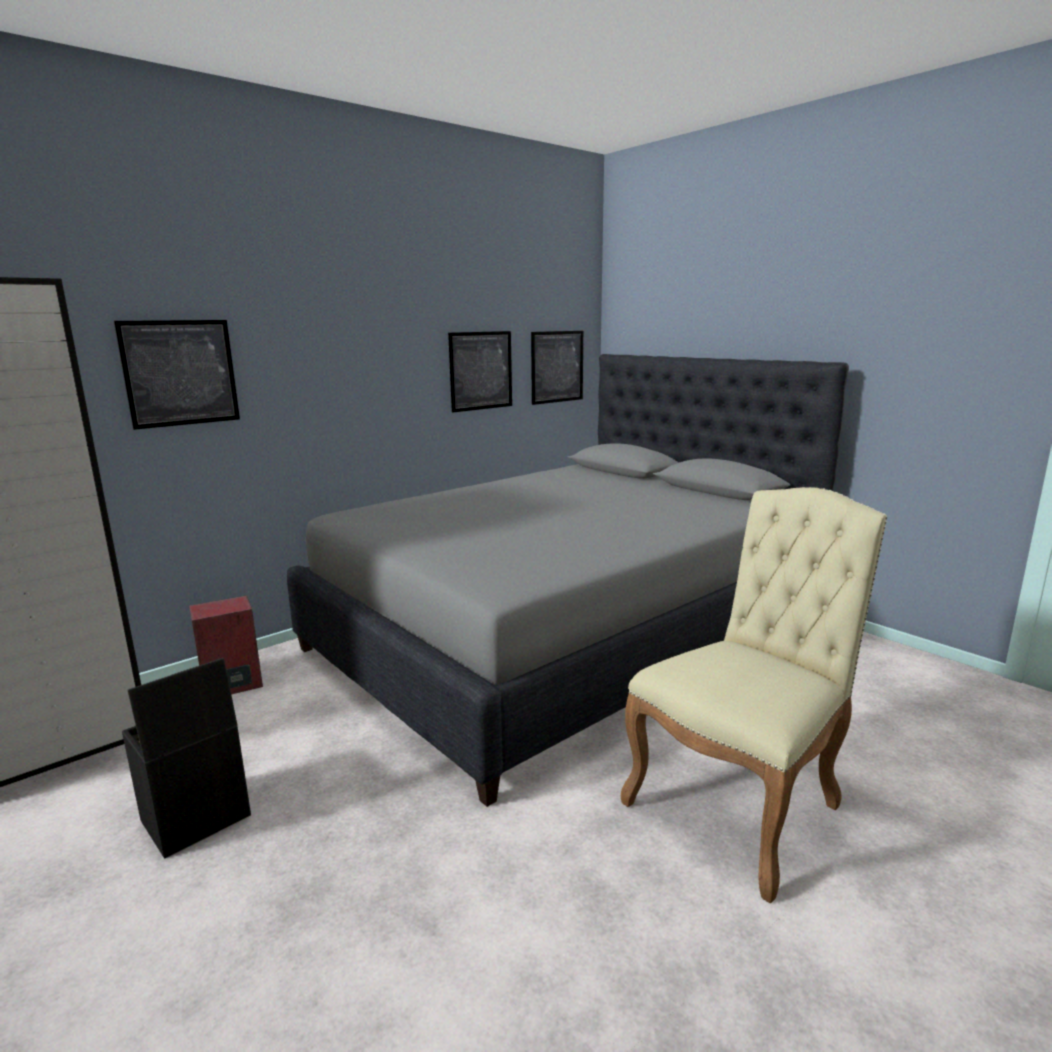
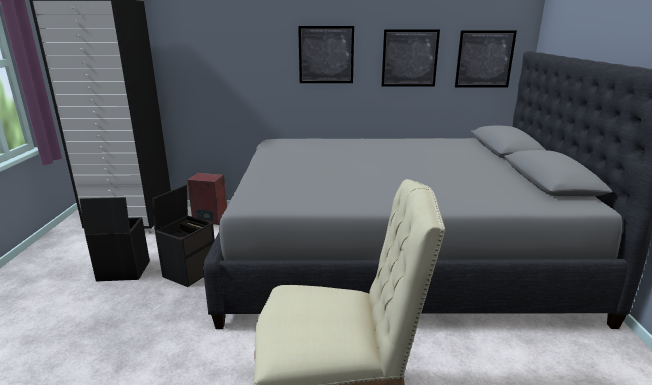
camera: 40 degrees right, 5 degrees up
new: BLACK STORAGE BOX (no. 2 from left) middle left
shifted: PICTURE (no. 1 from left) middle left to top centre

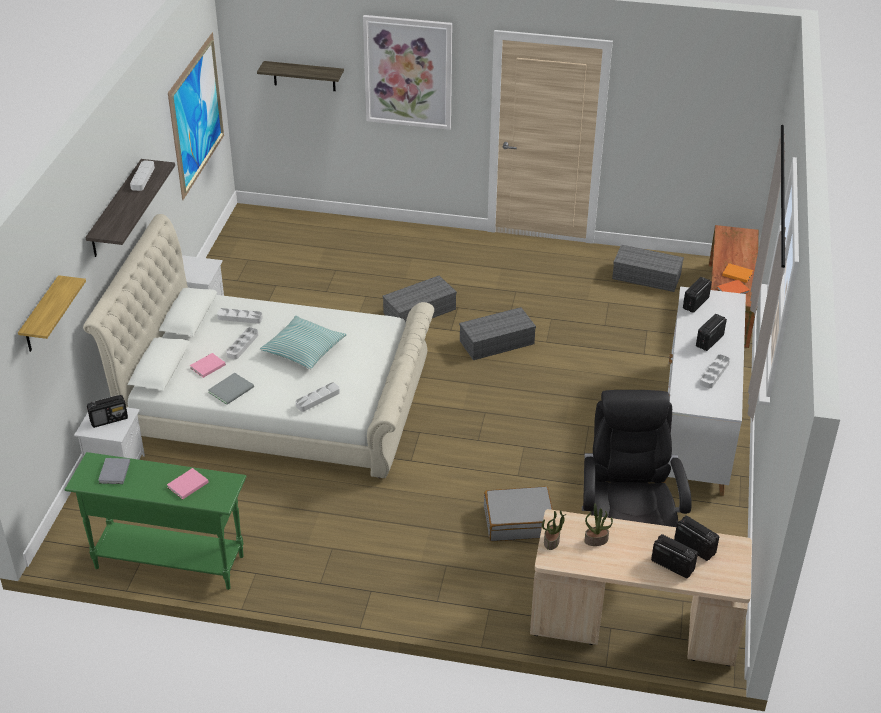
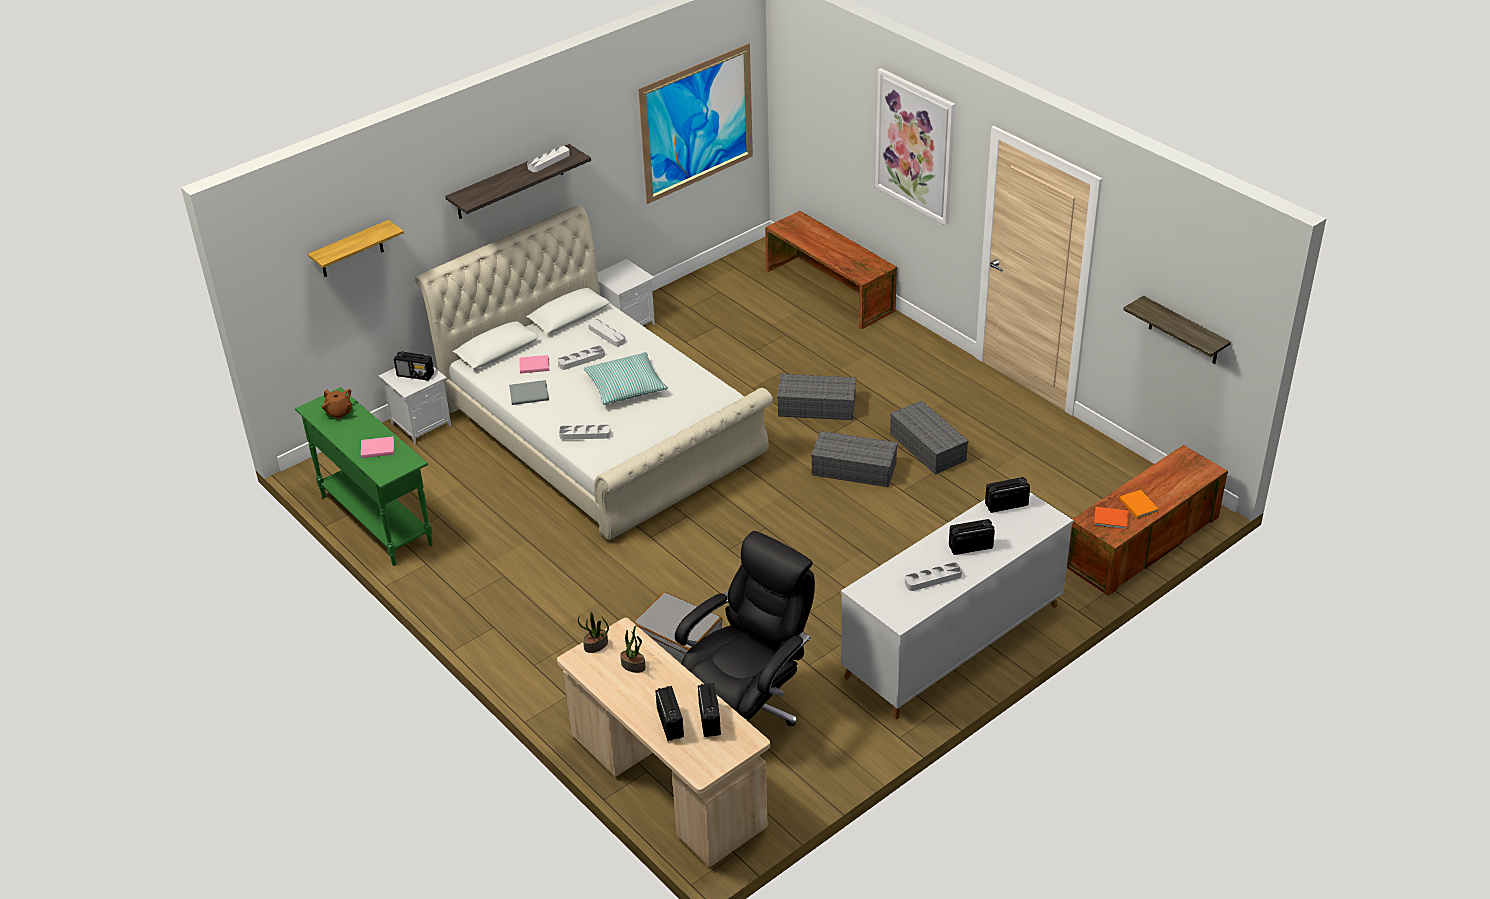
camera: 40 degrees right, 0 degrees up
new: BROWN BENCH (no. 1 from left) top centre
shifted: SHELF (no. 3 from left) top centre to middle right; GREY STORAGE BOX (no. 3 from left) middle right to centre
swapped: GREY BOOK (no. 1 from left) middle left to BROWN TEAPOT middle left

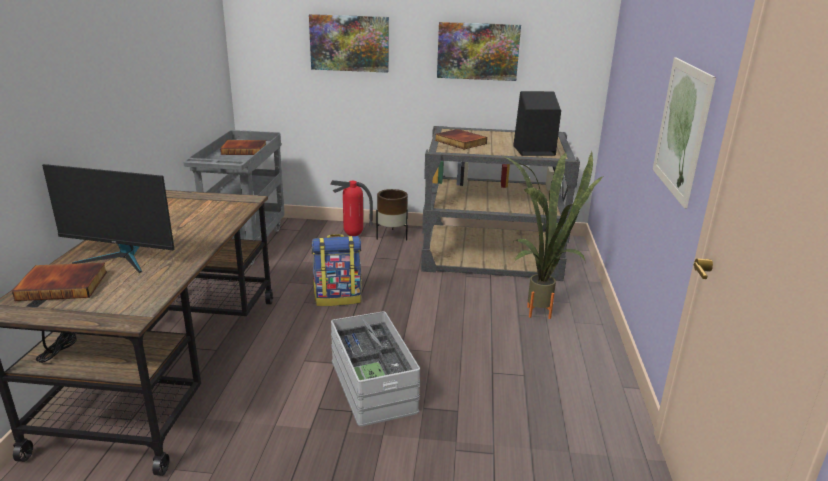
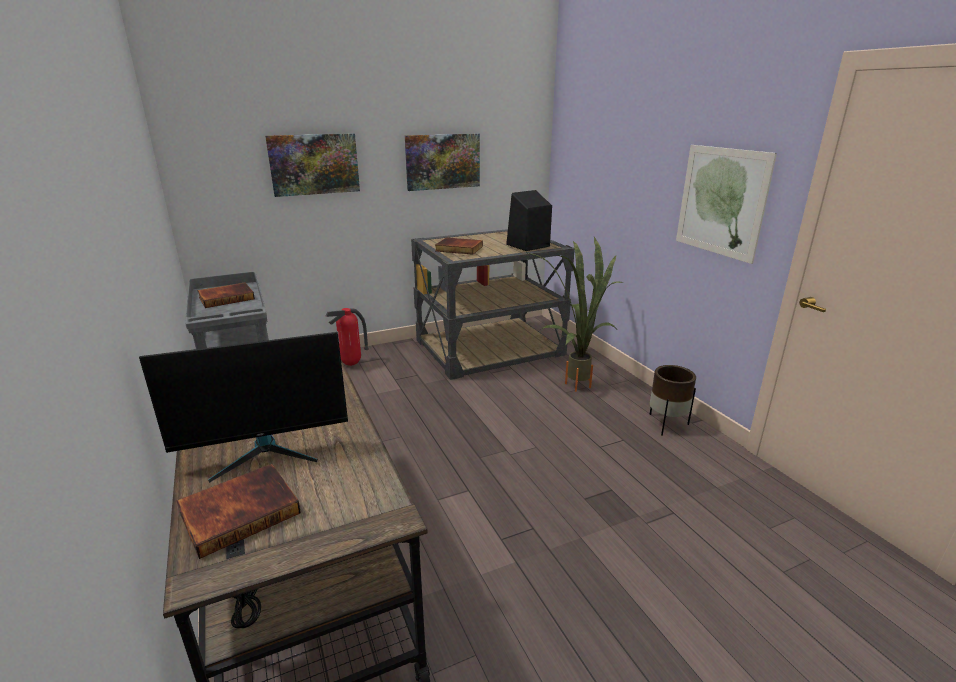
camera: 30 degrees left, 0 degrees up
gone: BACKPACK centre; GREY STORAGE BOX bottom centre
shifted: BROWN PLANTER centre to middle right

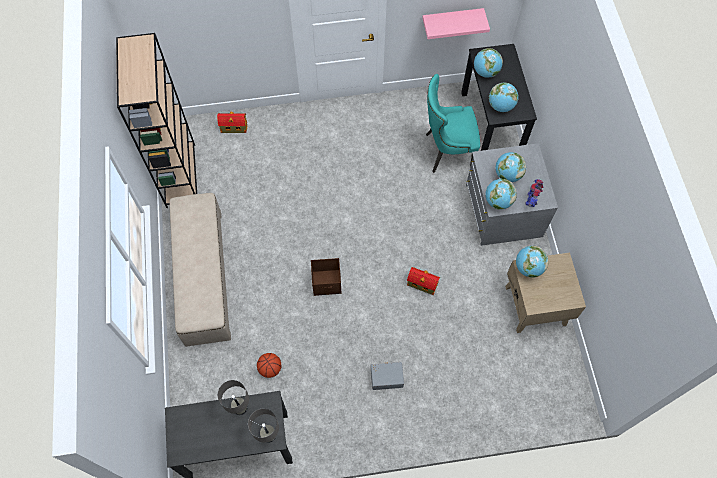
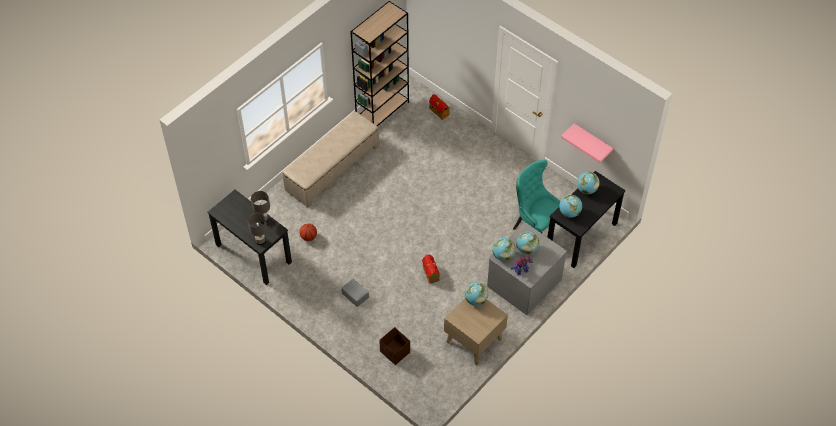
camera: 50 degrees right, 10 degrees down
shifted: BROWN STORAGE BOX centre to bottom centre

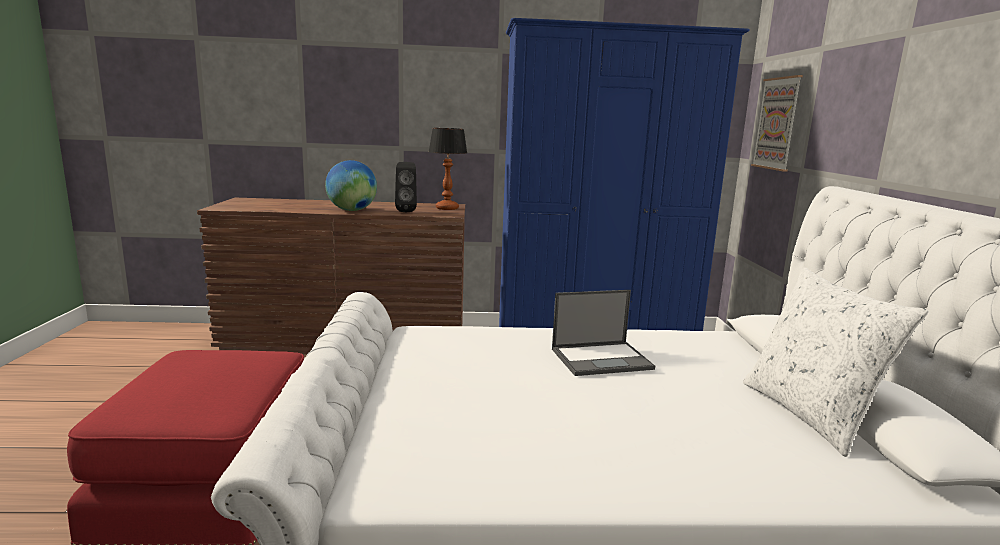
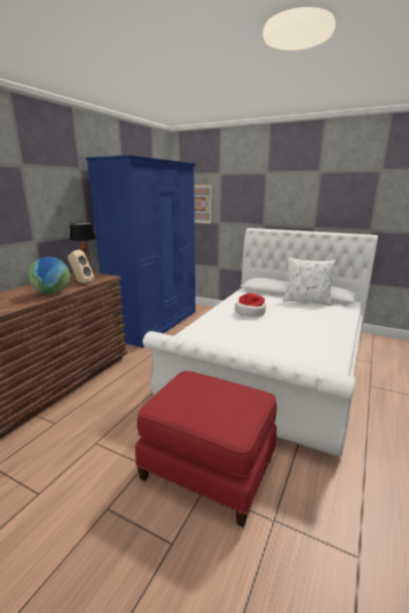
camera: 60 degrees left, 5 degrees up
swapped: LAPTOP centre to HAT centre
repainted: BLACK SPEAKER centre to BEIGE SPEAKER middle left

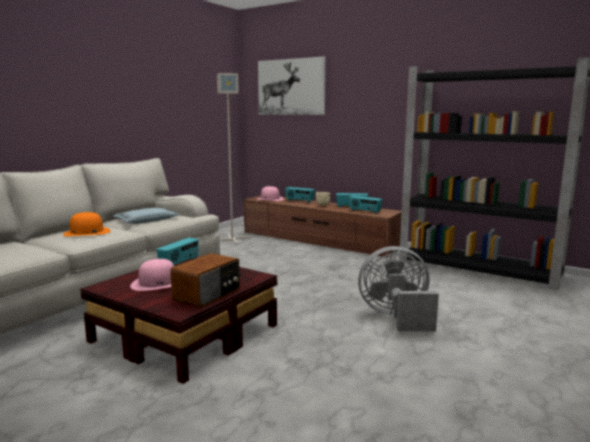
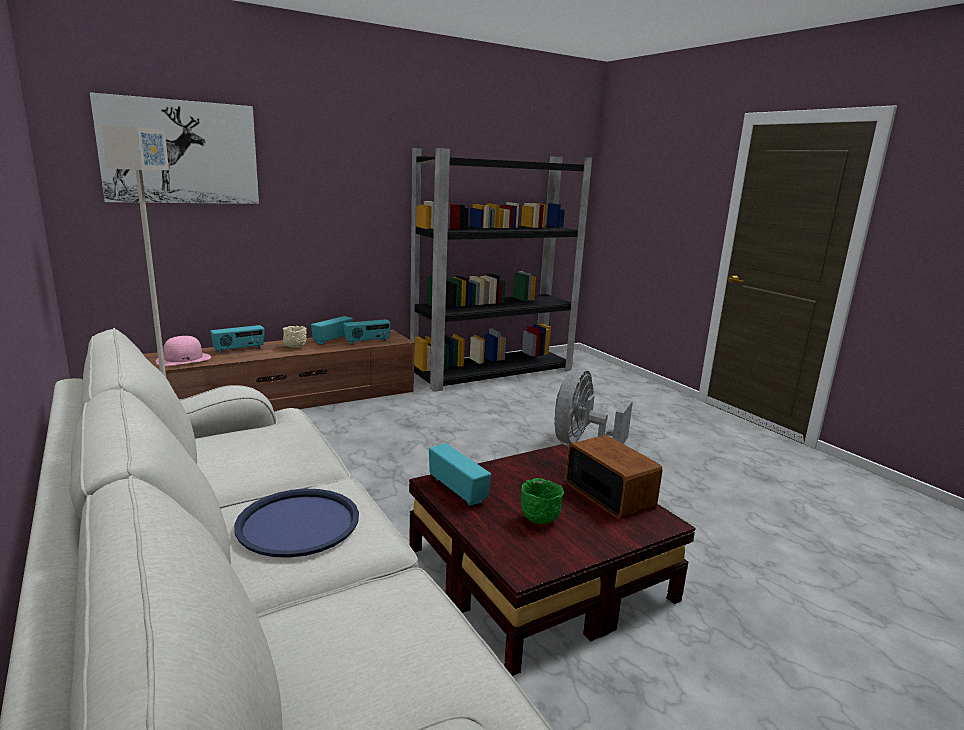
camera: 65 degrees left, 5 degrees up
gone: BLUE PILLOW middle left
swapped: ORANGE HAT middle left to BLUE TRAY bottom left; PINK HAT (no. 1 from left) middle left to GREEN BOWL bottom centre

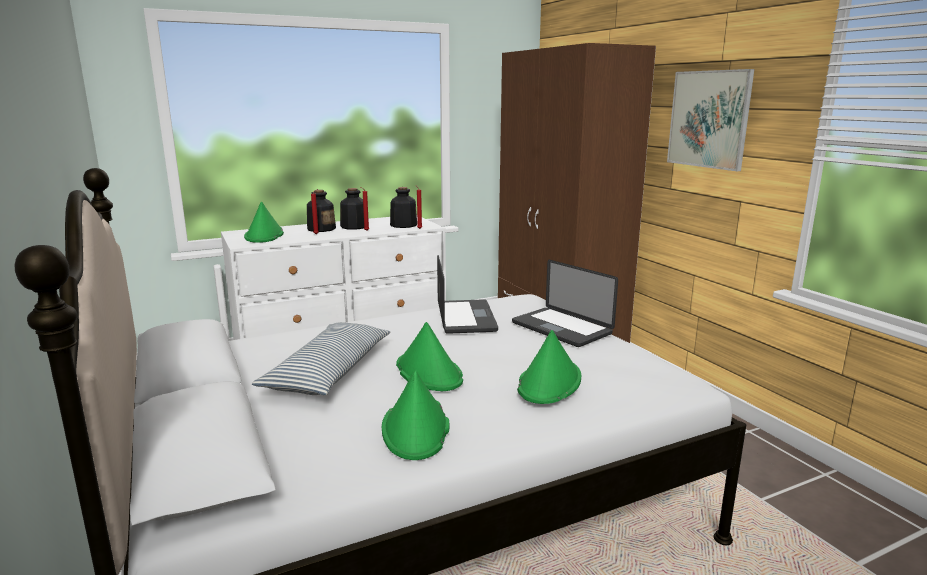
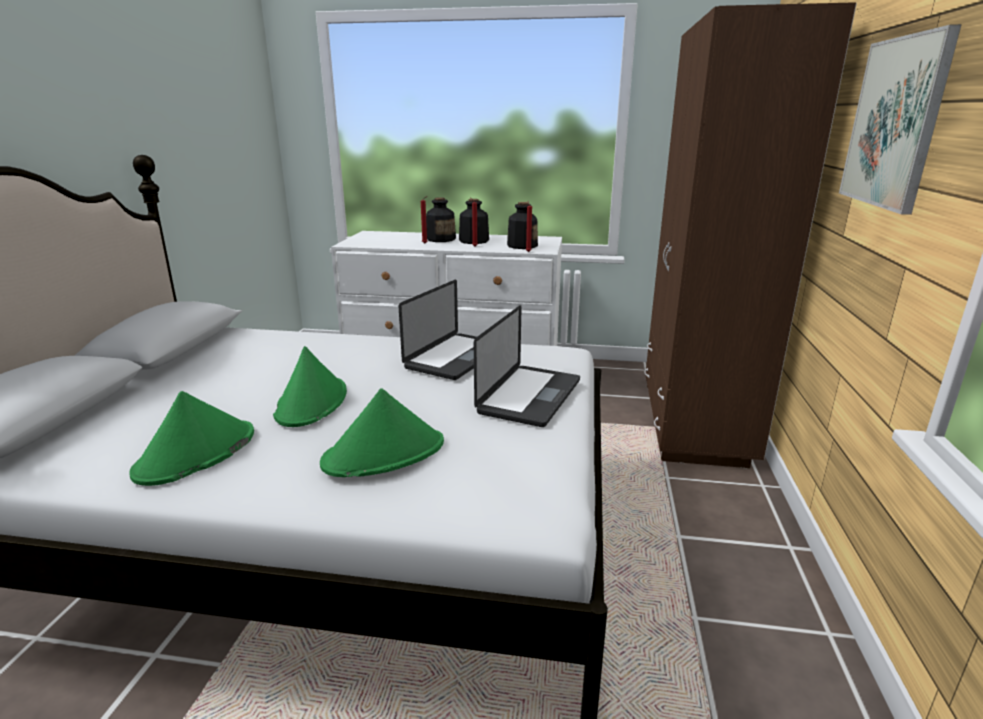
camera: 35 degrees right, 5 degrees up
gone: GREEN HAT (no. 1 from left) middle left; PILLOW centre
rotated: LAPTOP (no. 2 from left) centre = centre 150 degrees counterclockwise

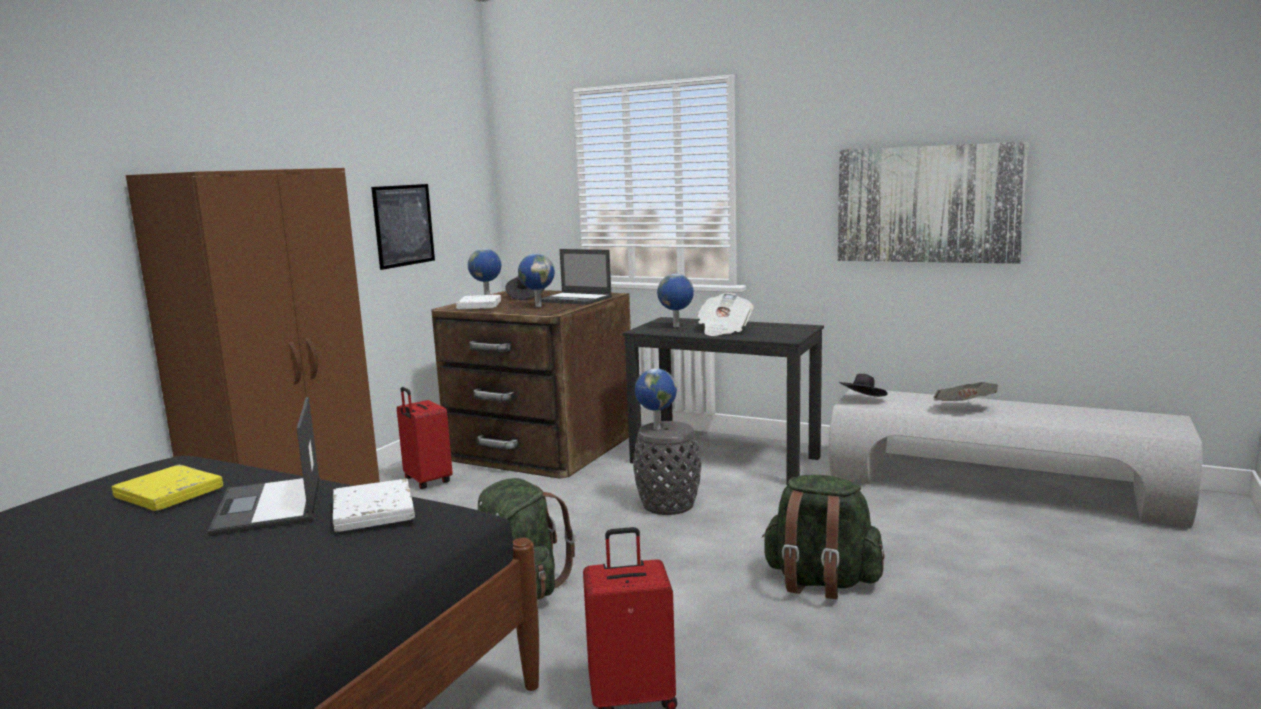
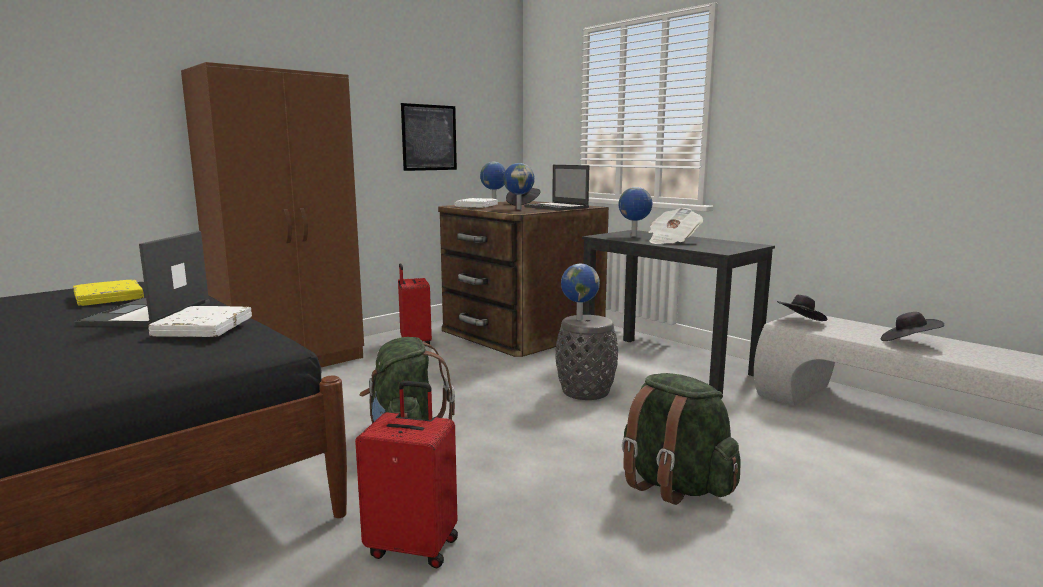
camera: 20 degrees right, 0 degrees up
gone: PICTURE (no. 2 from left) top right
swapped: NEWSPAPER (no. 2 from left) middle right to BLACK HAT (no. 3 from left) middle right

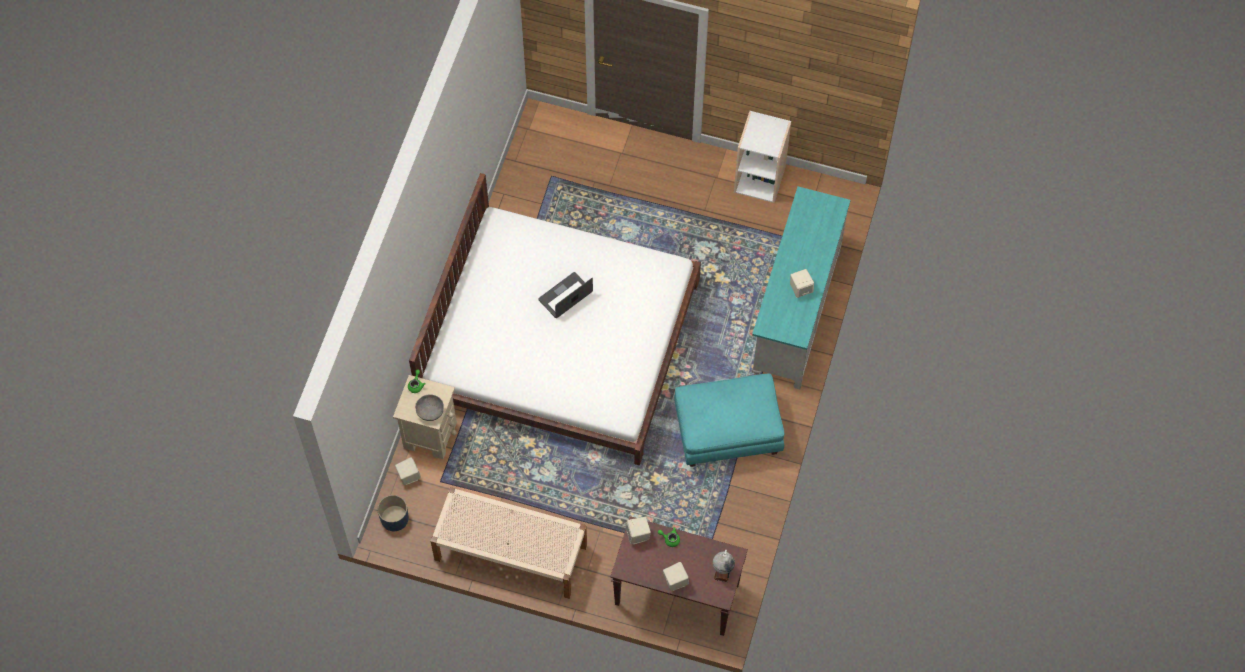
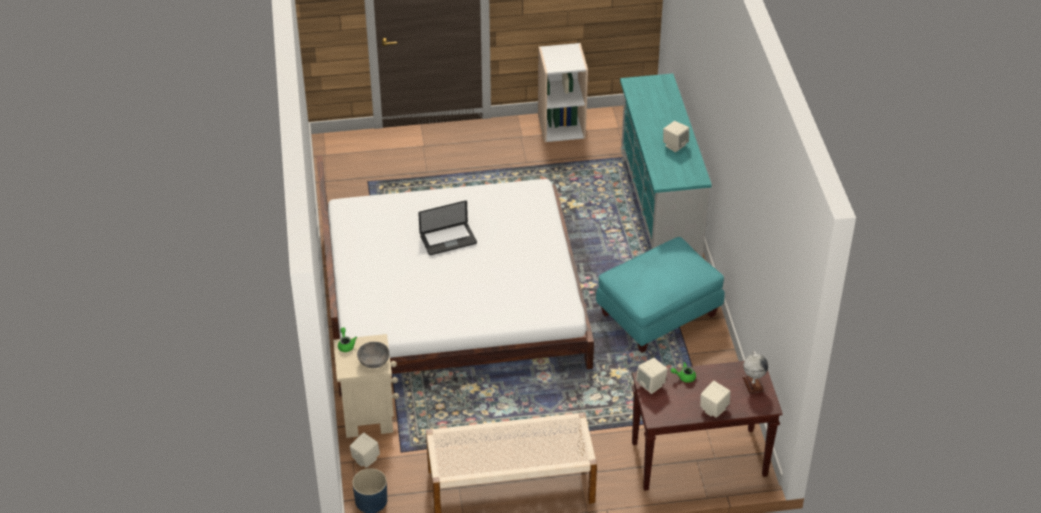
camera: 25 degrees left, 20 degrees down
rotated: LAPTOP centre = centre 135 degrees counterclockwise

